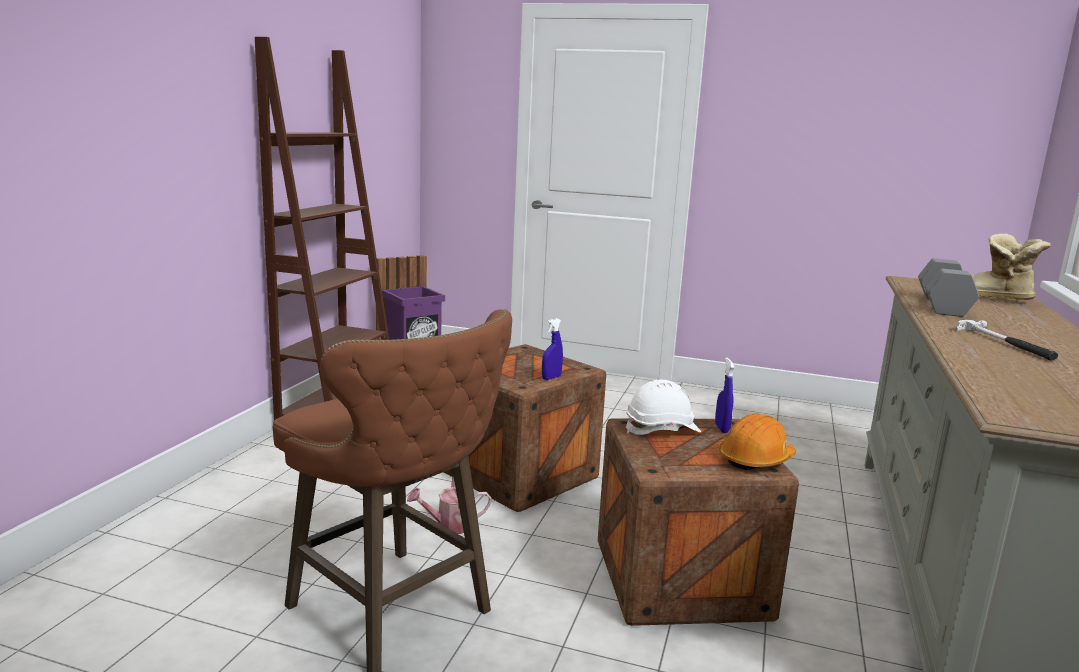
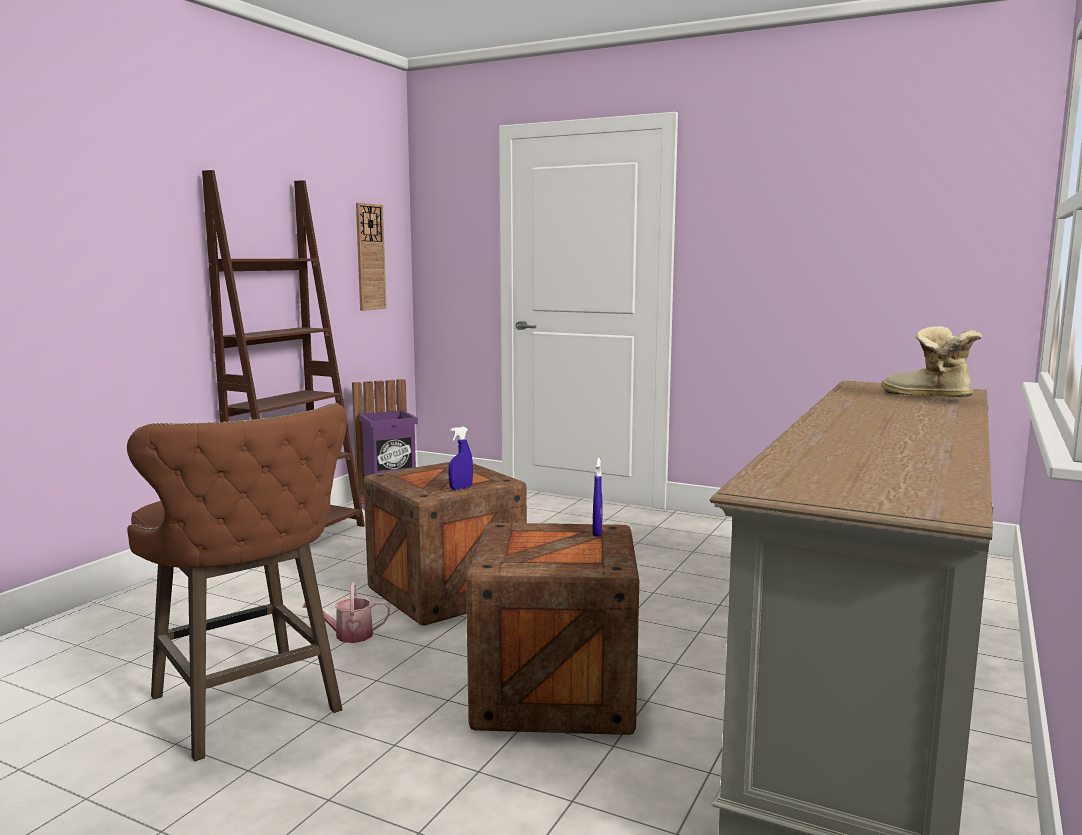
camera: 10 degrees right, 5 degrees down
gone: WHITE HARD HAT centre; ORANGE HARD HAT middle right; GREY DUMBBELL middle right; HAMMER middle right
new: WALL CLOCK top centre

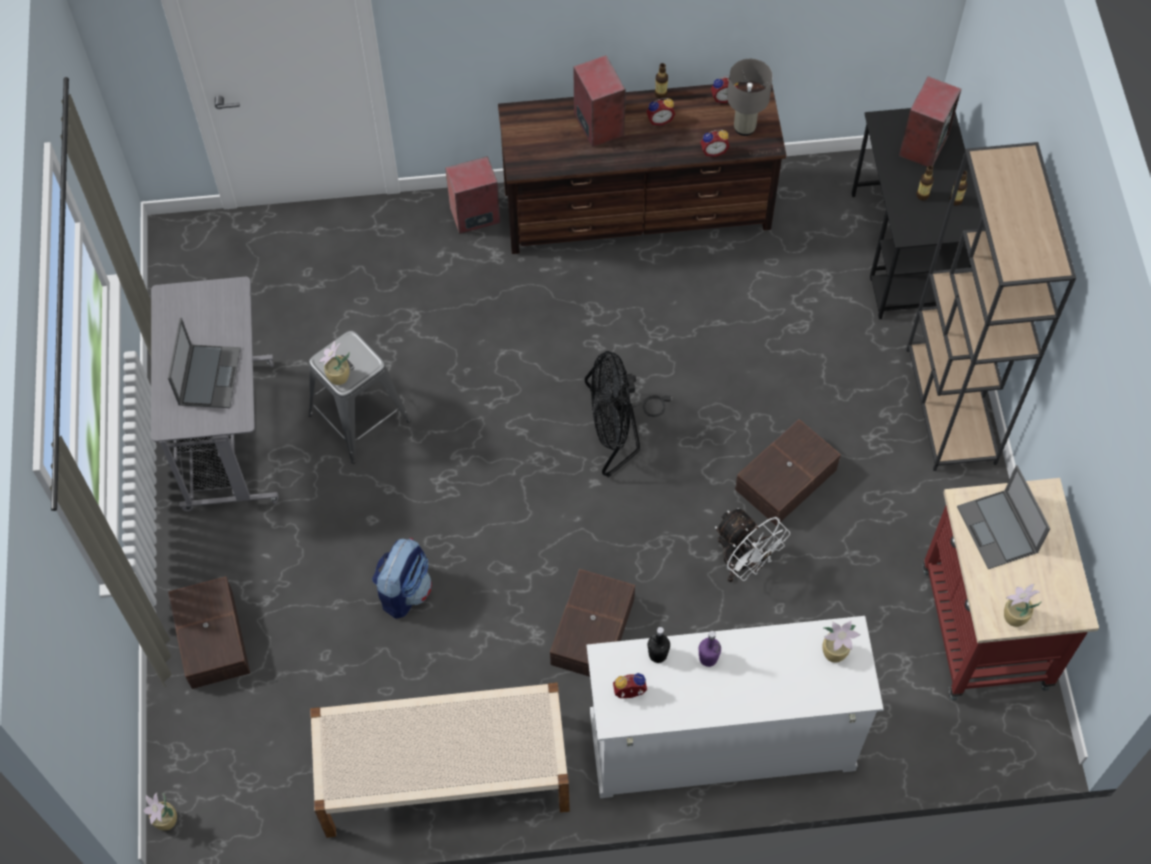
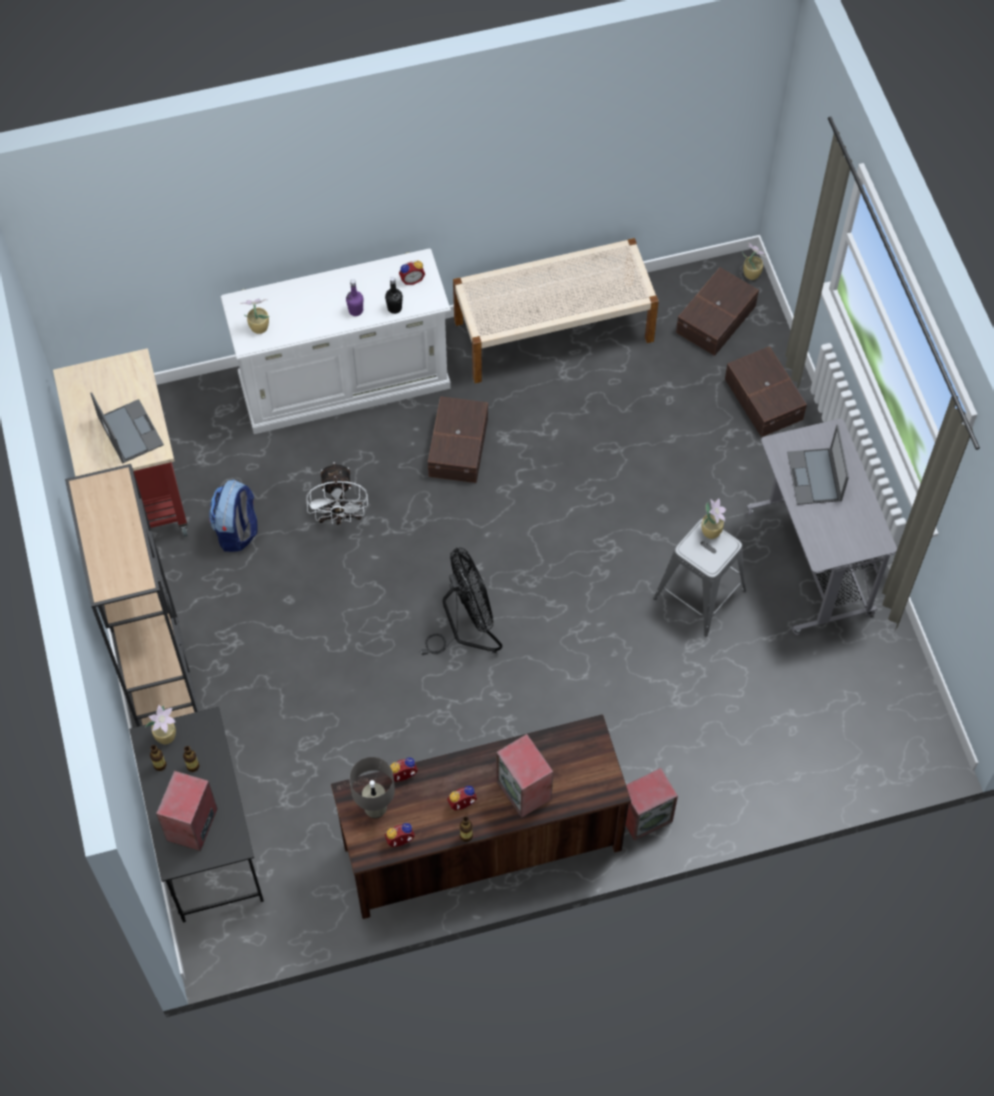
camera: 170 degrees right, 0 degrees up
shifted: BACKPACK bottom centre to middle left; BROWN STORAGE BOX (no. 3 from left in the first image) middle right to BROWN STORAGE BOX (no. 2 from left) top right; POTTED PLANT (no. 4 from left in the first image) bottom right to POTTED PLANT (no. 1 from left) middle left
rotated: WHITE FAN centre = centre 135 degrees counterclockwise

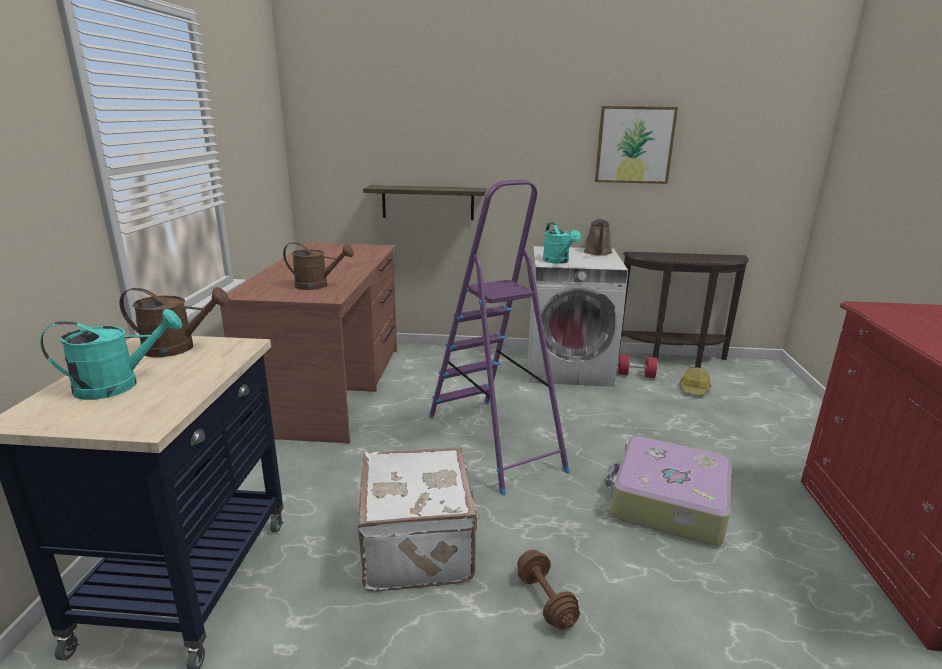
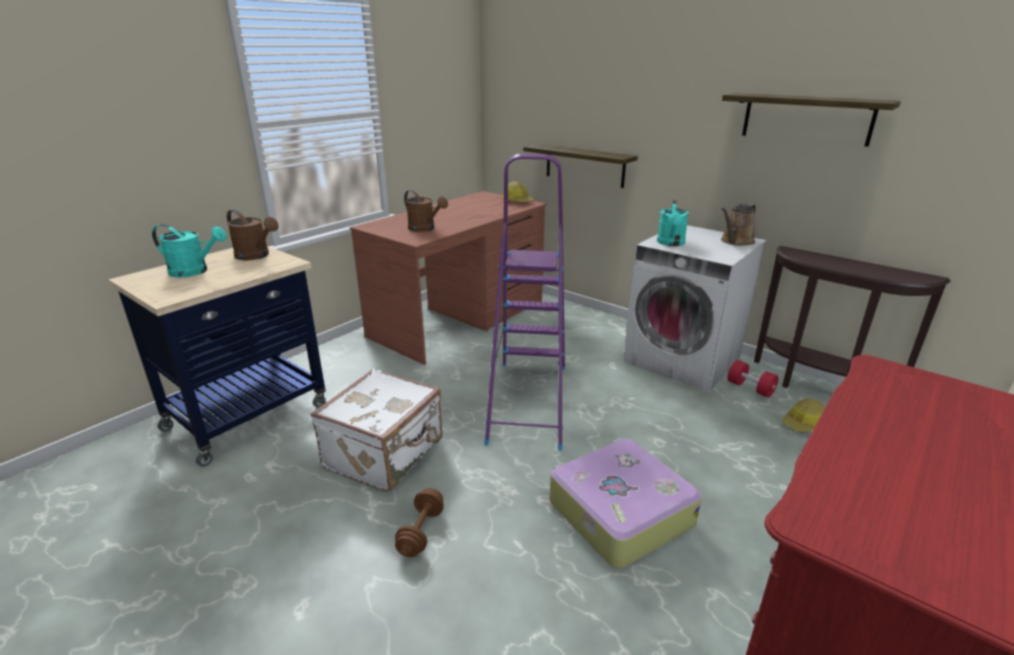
camera: 35 degrees right, 5 degrees up
new: HARD HAT (no. 1 from left) top centre
swapped: PICTURE top right to SHELF (no. 2 from left) top right

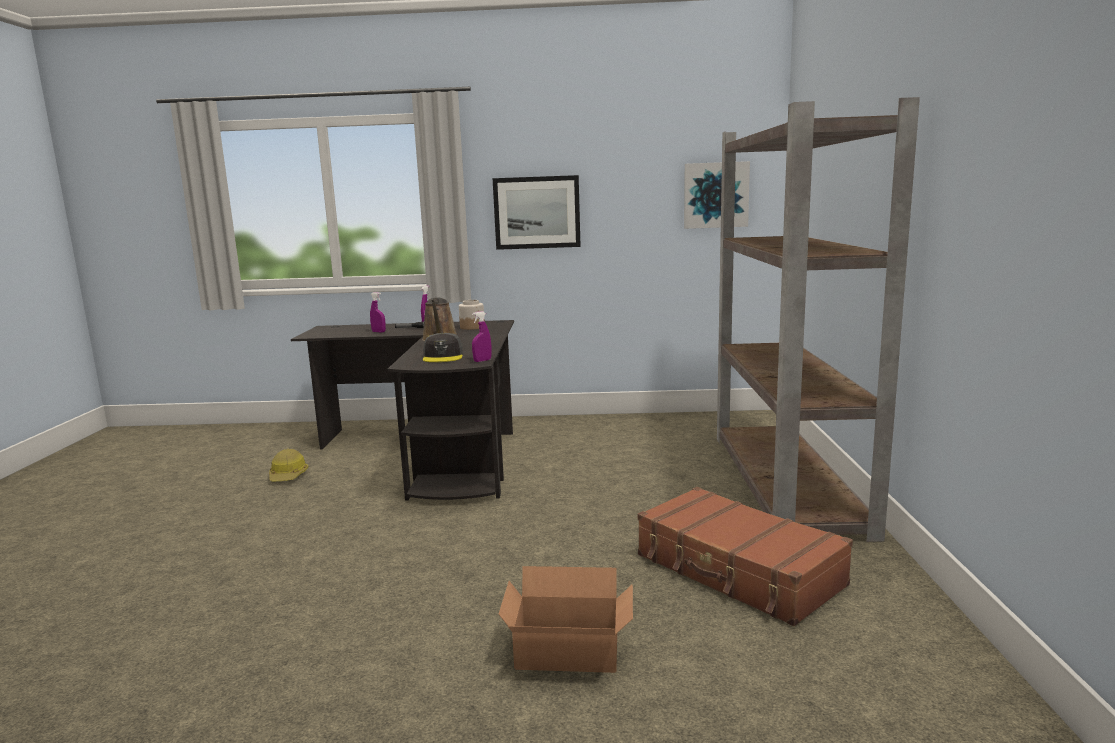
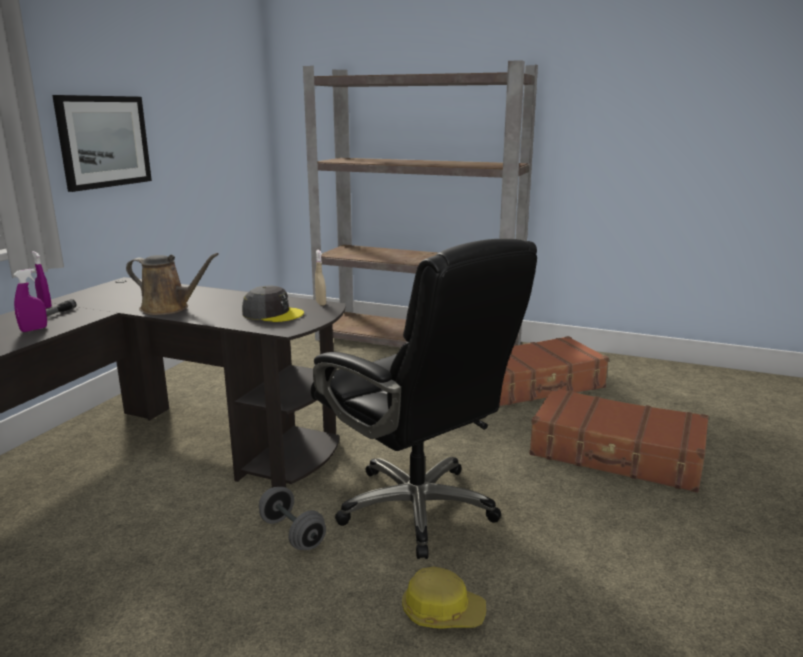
camera: 70 degrees left, 5 degrees up
gone: JAR centre; PICTURE (no. 2 from left) top centre
new: GREY DUMBBELL bottom centre; BLACK OFFICE CHAIR centre
shifted: HARD HAT middle left to bottom centre
swapped: CARDBOARD BOX bottom centre to BROWN SUITCASE (no. 2 from left) bottom right
repainted: PURPLE SPRAY BOTTLE (no. 3 from left) centre to BEIGE SPRAY BOTTLE centre

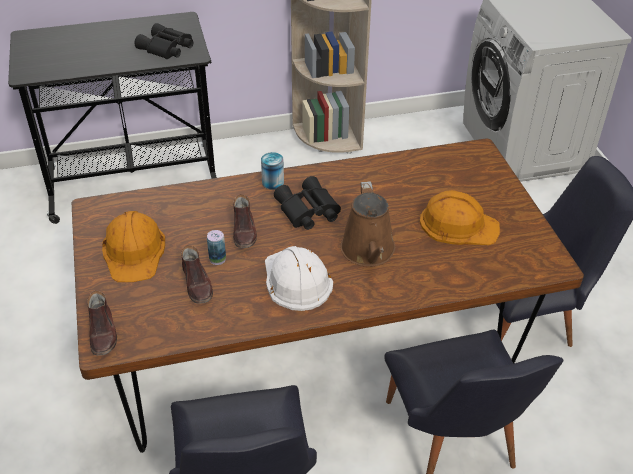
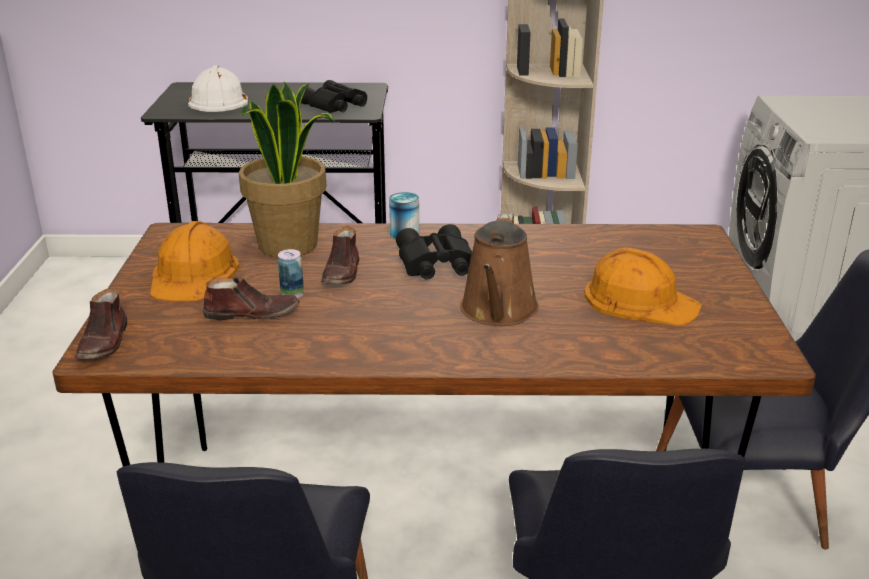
camera: 15 degrees right, 15 degrees down
new: POTTED PLANT top left
shifted: WHITE HARD HAT centre to top left
rotated: BROWN SHOE (no. 2 from left) middle left = middle left 90 degrees counterclockwise

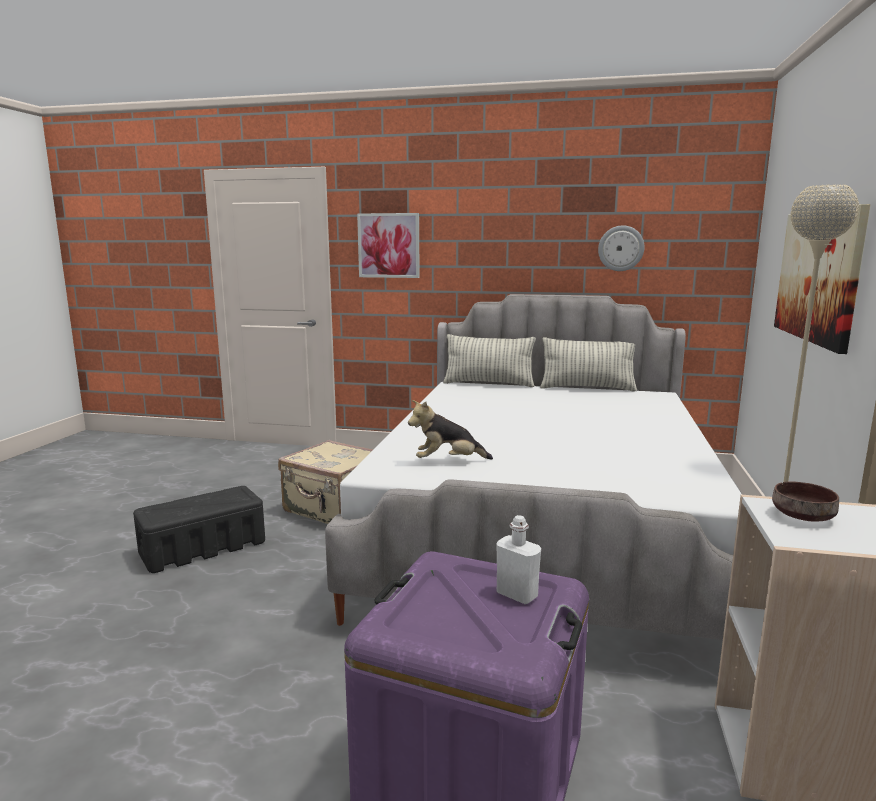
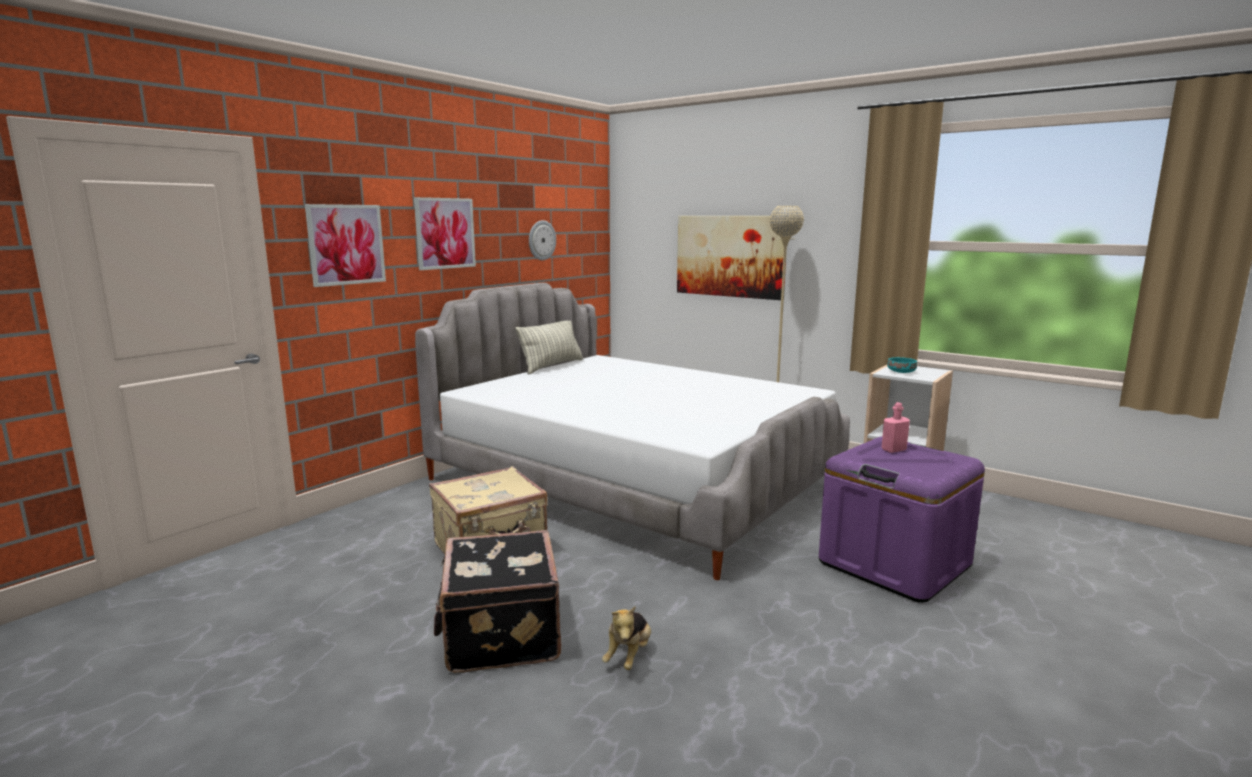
camera: 65 degrees left, 0 degrees up
gone: PILLOW (no. 1 from left) centre
new: PICTURE (no. 2 from left) top centre
shifted: PLUSH TOY centre to bottom centre
swapped: BLACK STORAGE BOX middle left to BLACK SUITCASE bottom centre
repainted: WHITE BOTTLE bottom centre to PINK BOTTLE middle right; BROWN BOWL middle right to TURQUOISE BOWL middle right

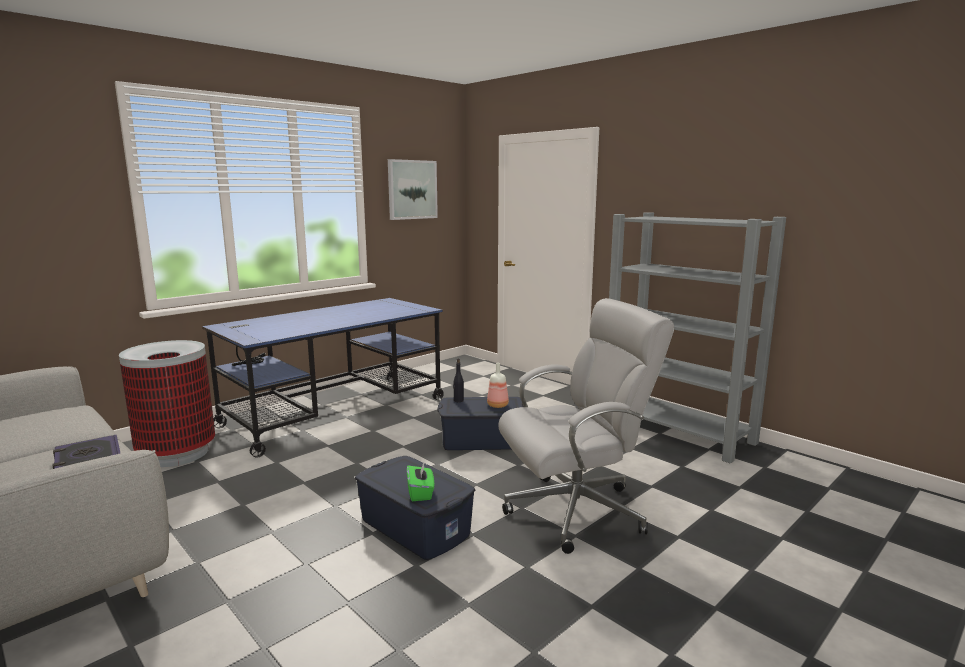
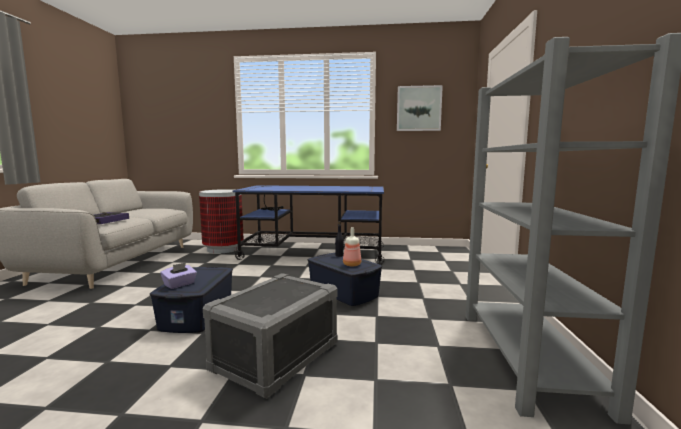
camera: 50 degrees right, 5 degrees down
swapped: GREY OFFICE CHAIR centre to GREY STORAGE BOX bottom centre
repainted: GREEN TISSUE BOX bottom centre to PURPLE TISSUE BOX middle left

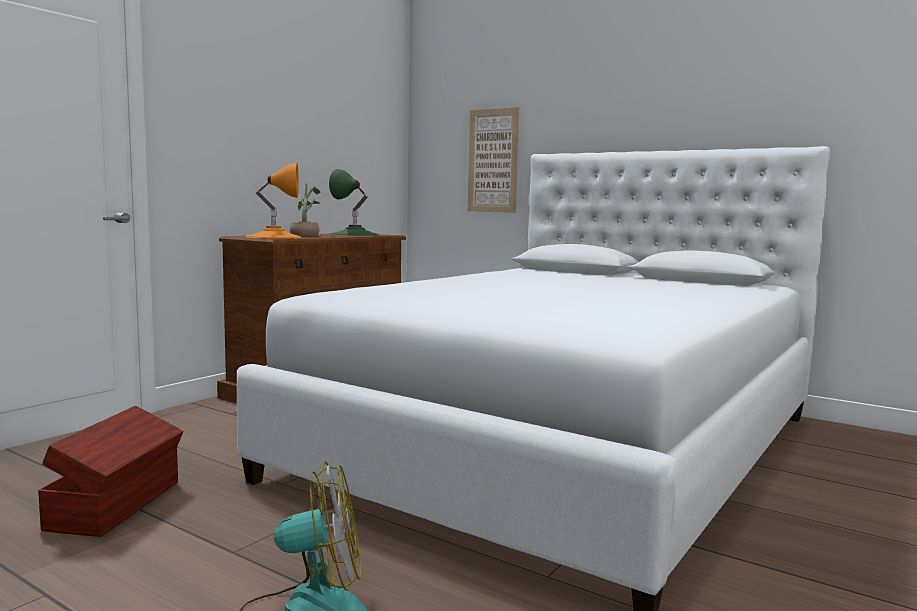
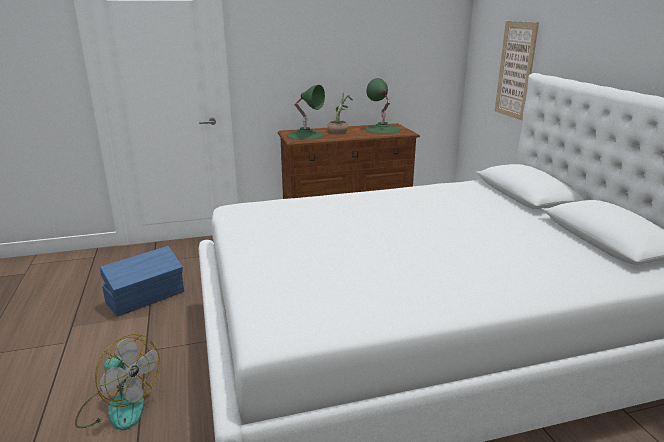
camera: 40 degrees right, 15 degrees up
repainted: BROWN STORAGE BOX bottom left to BLUE STORAGE BOX middle left; ORANGE TABLE LAMP top left to GREEN TABLE LAMP (no. 1 from left) top centre

